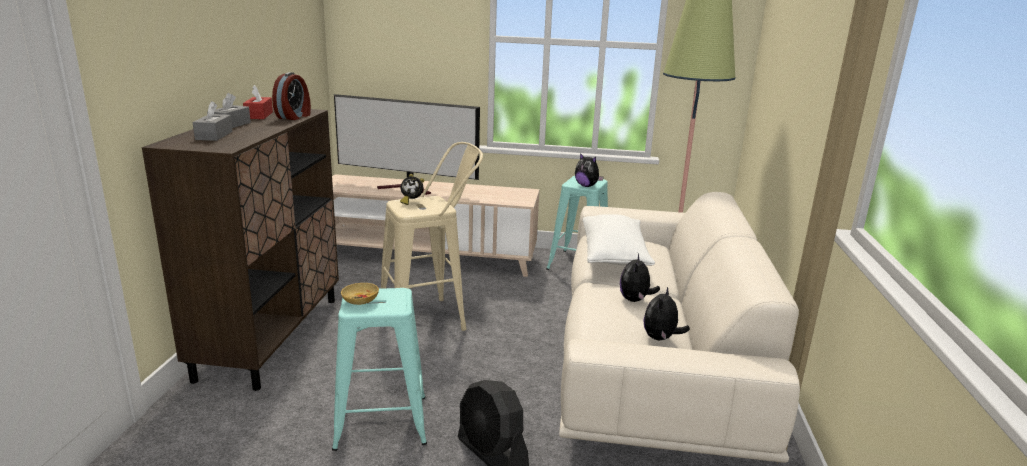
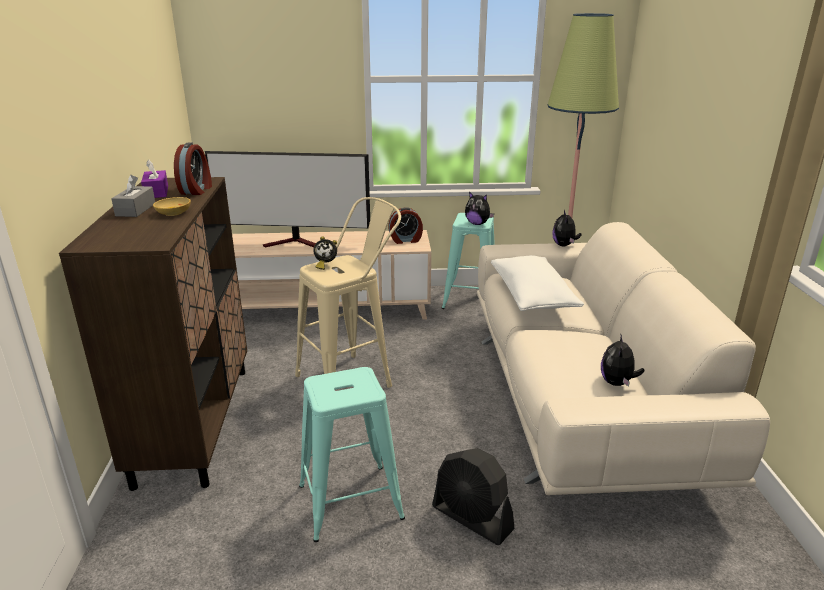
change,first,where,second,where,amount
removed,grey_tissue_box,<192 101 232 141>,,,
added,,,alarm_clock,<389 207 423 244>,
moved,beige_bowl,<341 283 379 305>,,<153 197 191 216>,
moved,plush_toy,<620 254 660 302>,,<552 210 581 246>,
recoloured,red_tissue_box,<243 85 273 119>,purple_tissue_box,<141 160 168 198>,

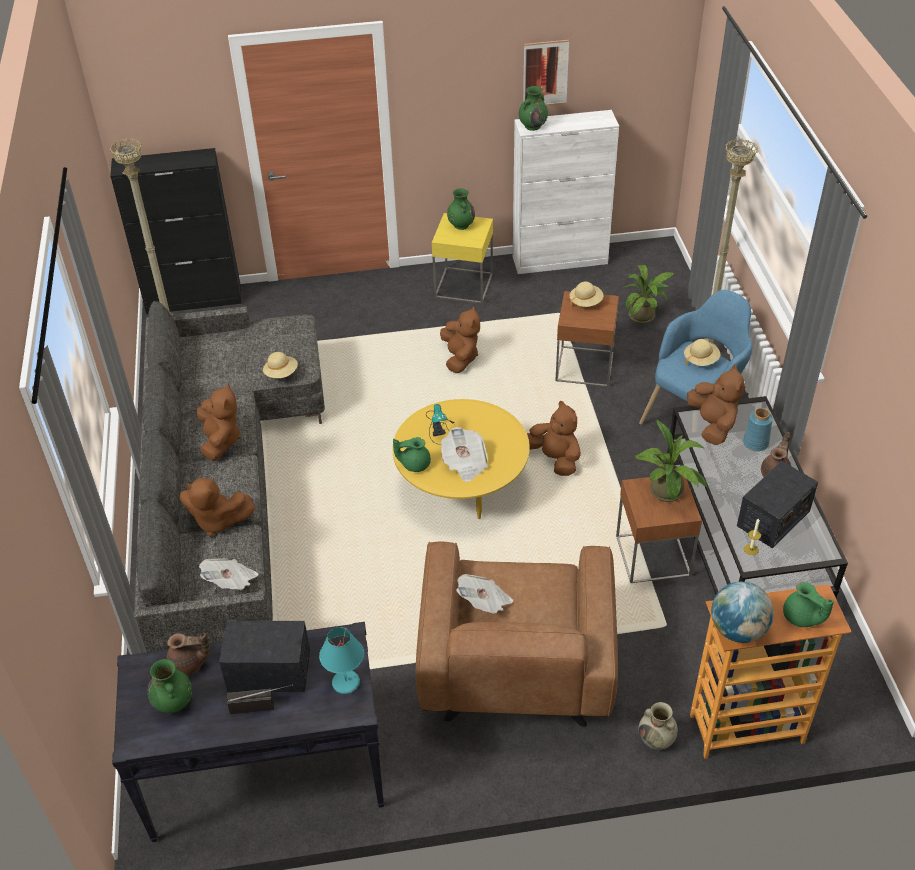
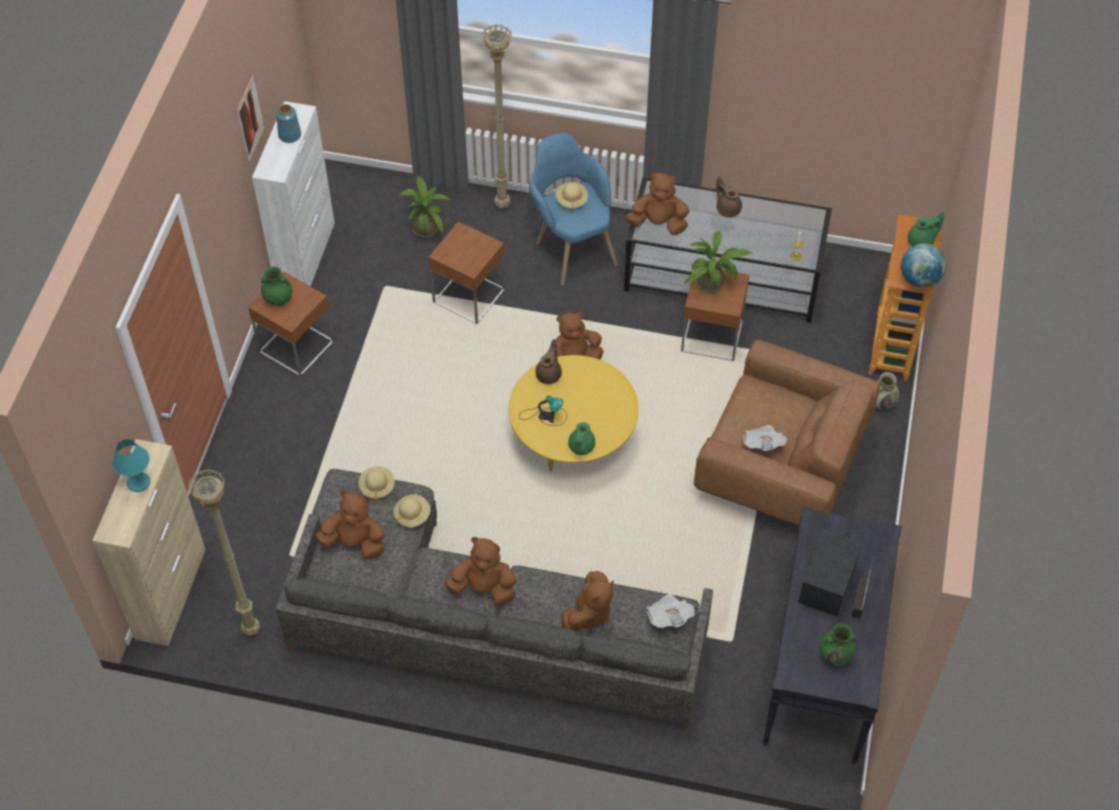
change,first,where,second,where,amount
removed,newspaper,<441 427 488 482>,,,
removed,green_vase,<519 86 548 131>,,,
removed,radio,<737 461 818 549>,,,
moved,brown_teapot,<166 633 210 676>,,<535 339 562 384>,
moved,turquoise_table_lamp,<319 627 364 694>,,<112 439 150 492>,
moved,brown_plush_toy,<440 306 480 373>,,<315 491 385 559>,
moved,beige_hat,<569 282 604 307>,,<359 466 394 503>,
moved,blue_vase,<743 408 773 451>,,<276 104 301 143>,
recoloured,black_cabinet,<110 148 242 314>,beige_cabinet,<92 439 206 646>,
recoloured,yellow_side_table,<432 213 493 304>,brown_side_table,<248 272 334 377>,

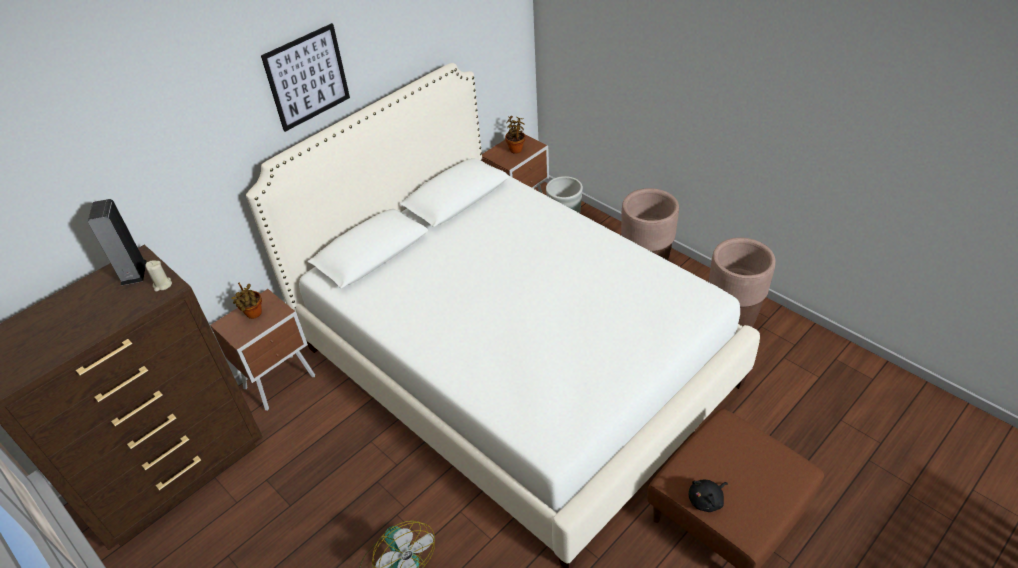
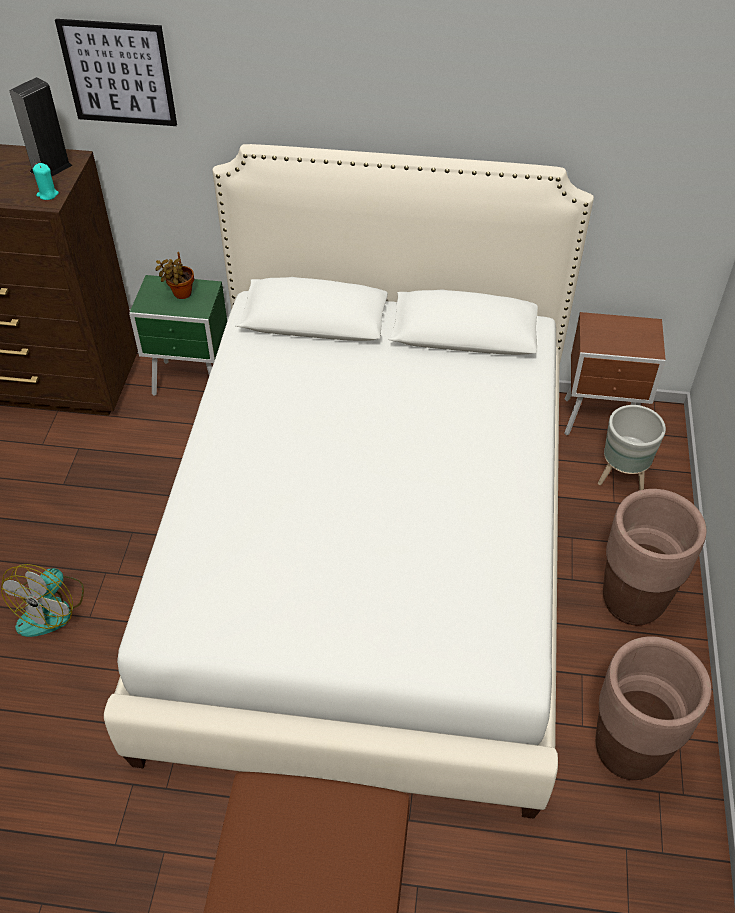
change,first,where,second,where,amount
removed,potted_plant,<505 116 525 154>,,,
removed,black_plush_toy,<689 480 728 512>,,,
moved,picture,<261 23 350 132>,,<55 19 177 126>,
recoloured,beige_candle,<145 260 172 292>,turquoise_candle,<33 163 59 200>,
recoloured,brown_nightstand,<210 289 315 411>,green_nightstand,<129 275 227 396>,

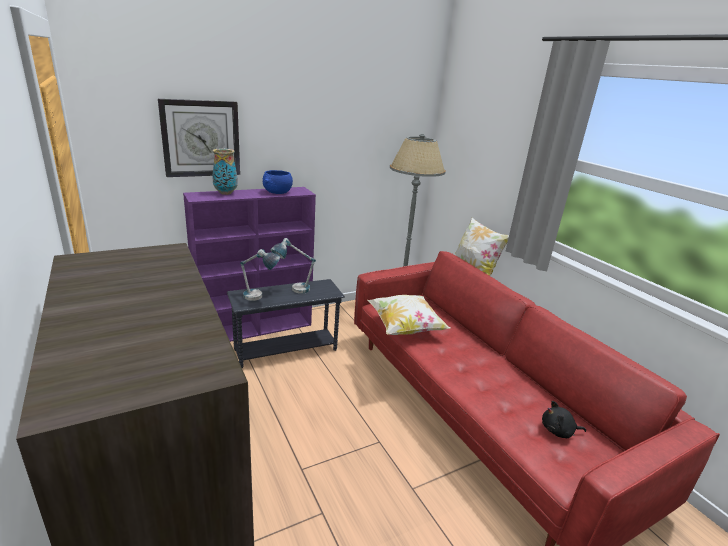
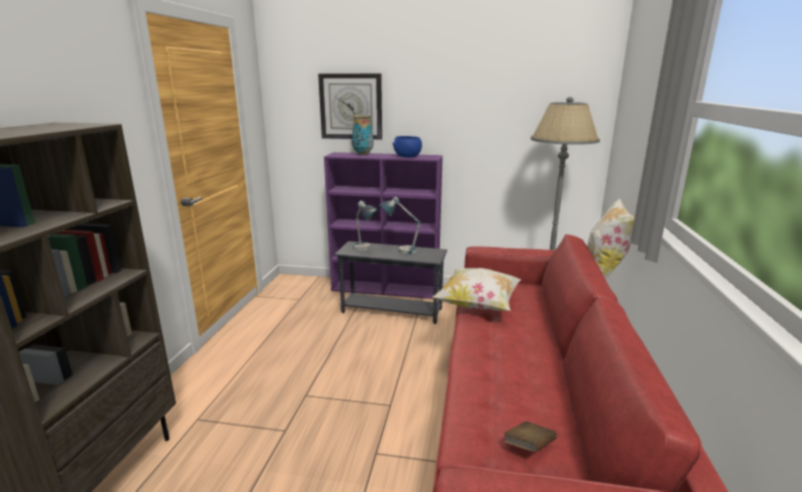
change,first,where,second,where,amount
replaced,black_plush_toy,<542 401 586 438>,brown_book,<504 421 557 452>,

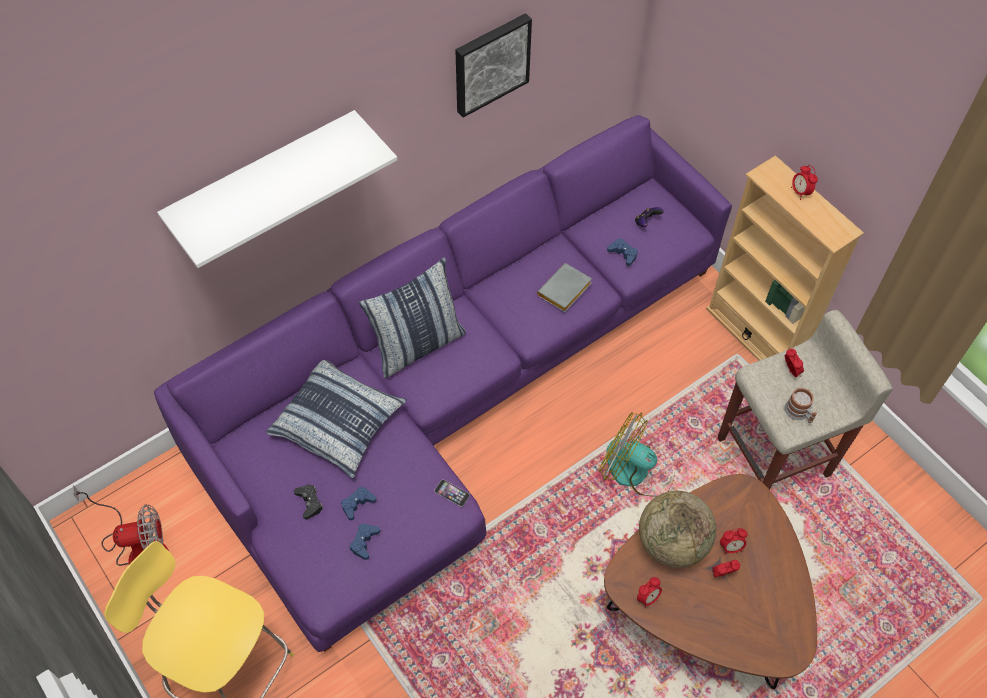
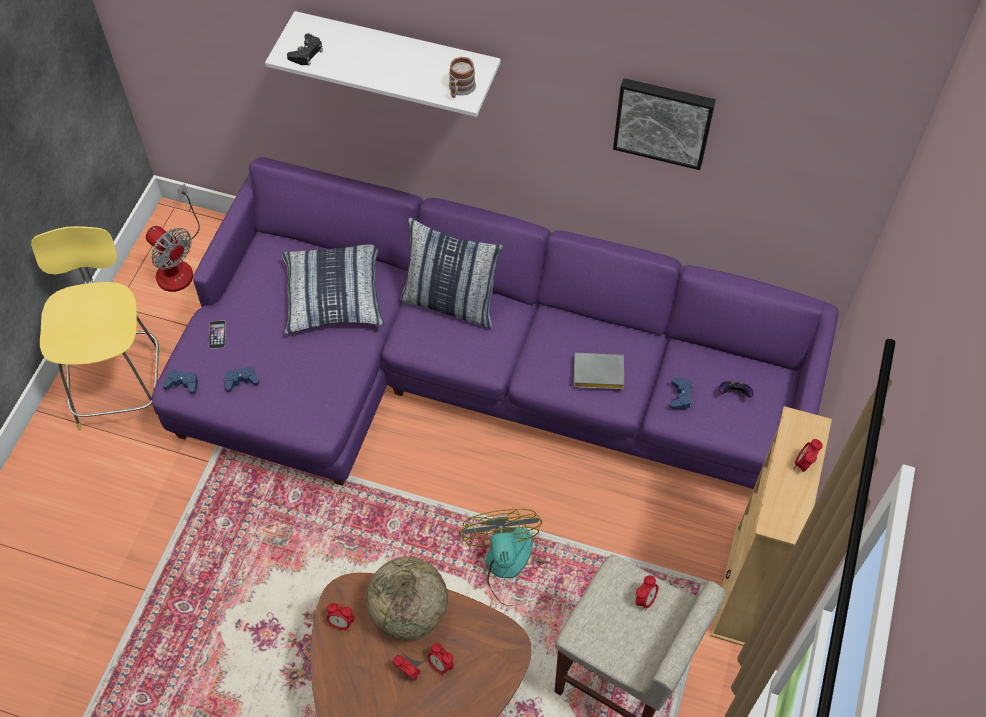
change,first,where,second,where,amount
moved,black_game_controller,<294 485 324 520>,,<287 33 323 66>,
moved,blue_game_controller,<341 486 376 520>,,<163 369 198 394>,
moved,phone,<434 480 470 507>,,<209 320 226 349>,
moved,mug,<785 388 817 423>,,<449 57 476 98>,

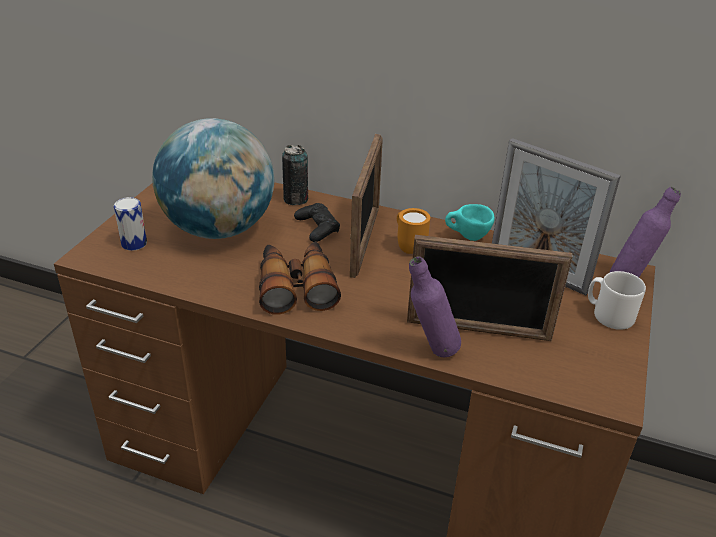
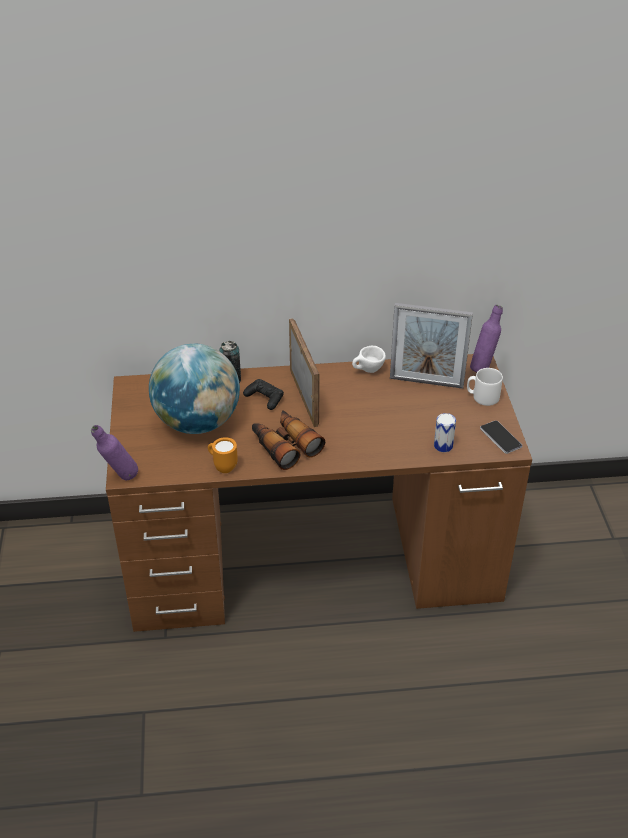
change,first,where,second,where,amount
removed,picture_frame,<407 235 573 341>,,,
added,,,phone,<480 420 522 454>,
moved,can,<114 197 147 251>,,<434 413 456 452>,
moved,orange_mug,<397 208 430 254>,,<208 437 238 473>,
moved,purple_bottle,<409 256 461 357>,,<91 425 138 480>,
recoloured,turquoise_cup,<445 204 495 241>,white_cup,<352 346 386 373>,

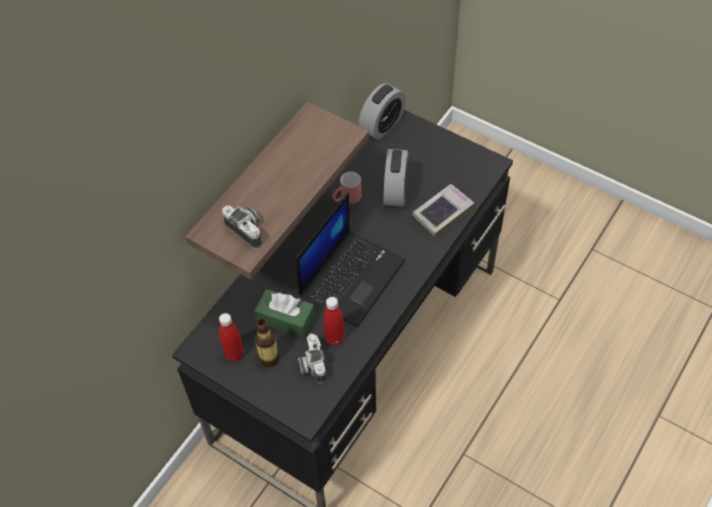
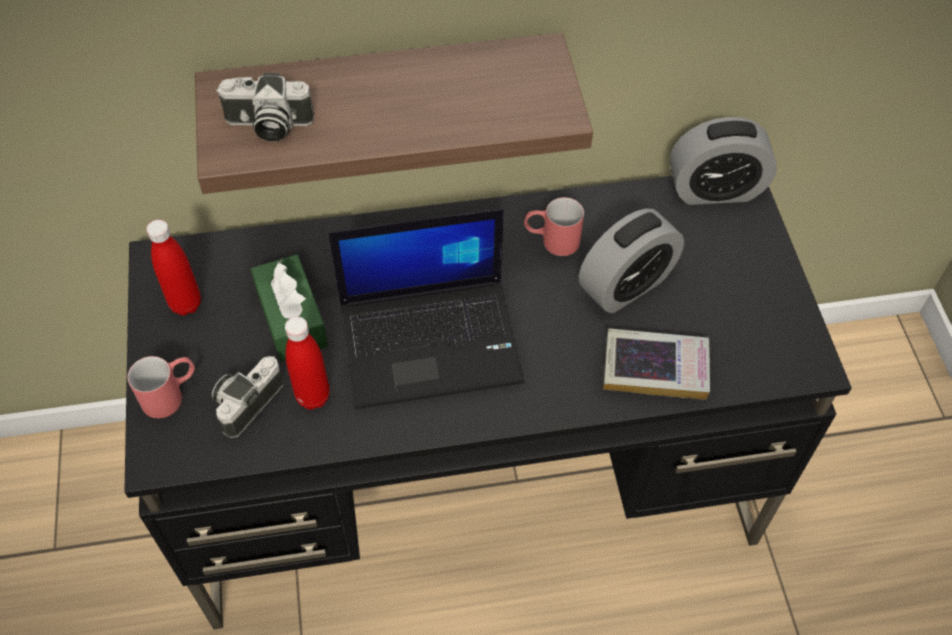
change,first,where,second,where,amount
removed,bottle,<255 318 279 367>,,,
added,,,red_mug,<127 356 195 418>,
turned,photo_camera,<222 206 262 249>,,<216 73 314 141>,90 degrees clockwise

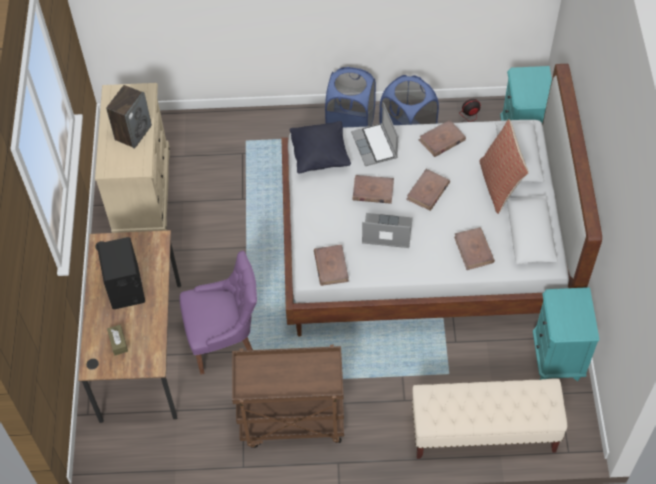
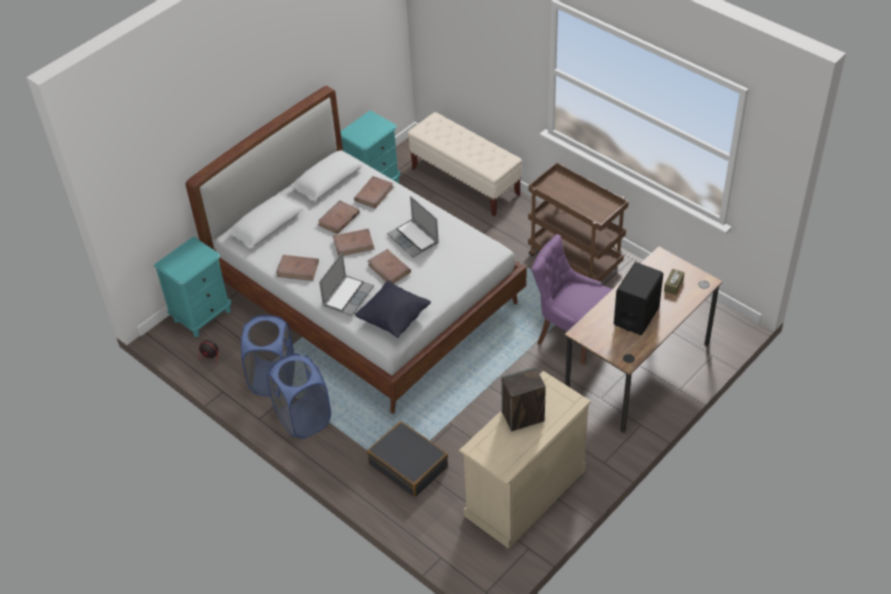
change,first,where,second,where,amount
removed,pillow,<479 119 529 214>,,,
added,,,black_suitcase,<367 421 448 497>,
moved,brown_book,<314 245 349 286>,,<318 200 360 234>,

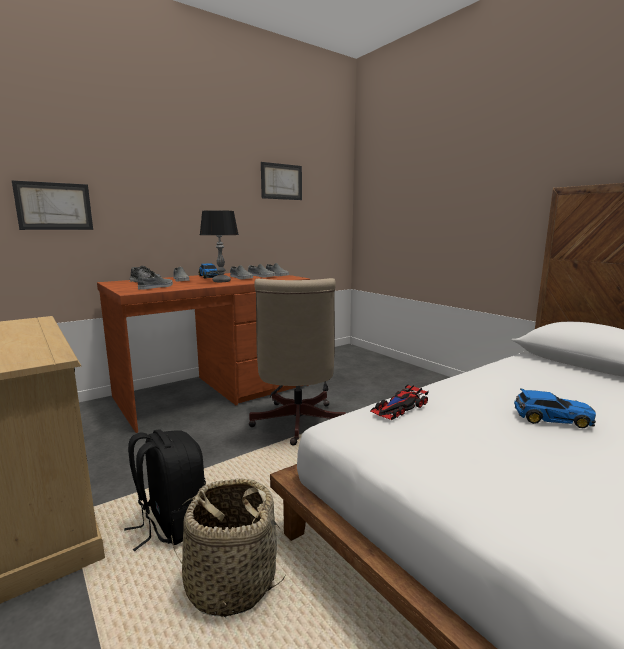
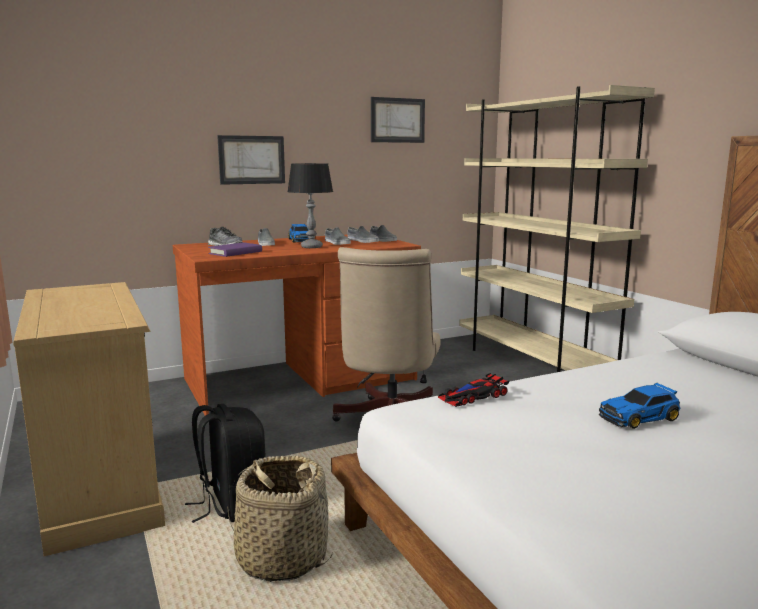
change,first,where,second,where,amount
added,,,beige_bookcase,<459 85 655 372>,
moved,picture,<12 180 93 230>,,<217 135 285 185>,
replaced,grey_shoe,<138 272 173 290>,purple_book,<208 242 262 257>,
turned,toy_car,<514 389 596 428>,,<599 383 680 429>,135 degrees clockwise

